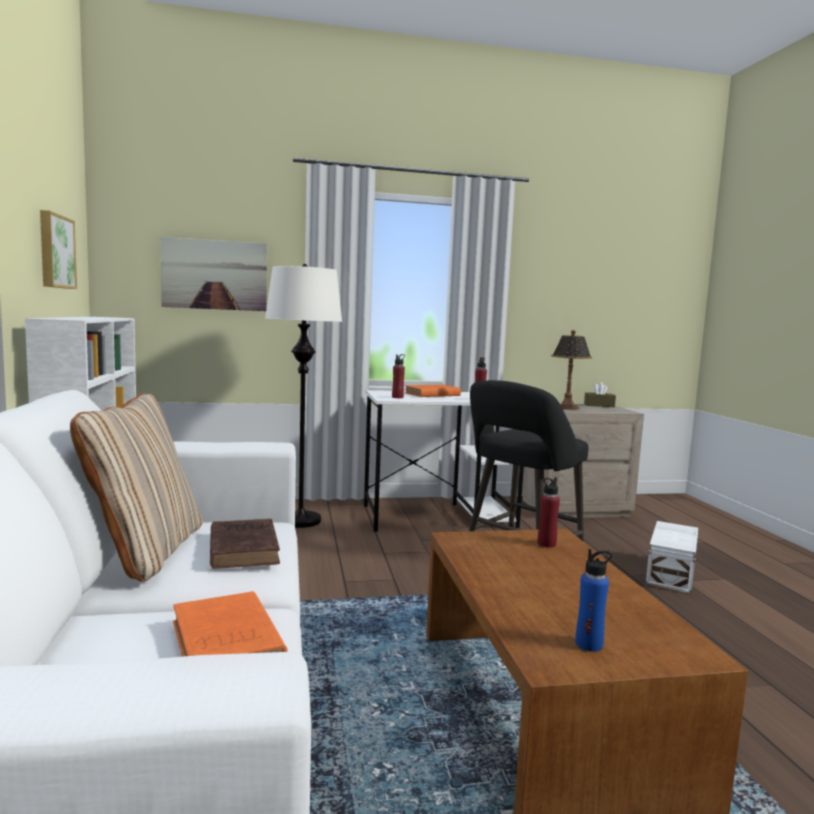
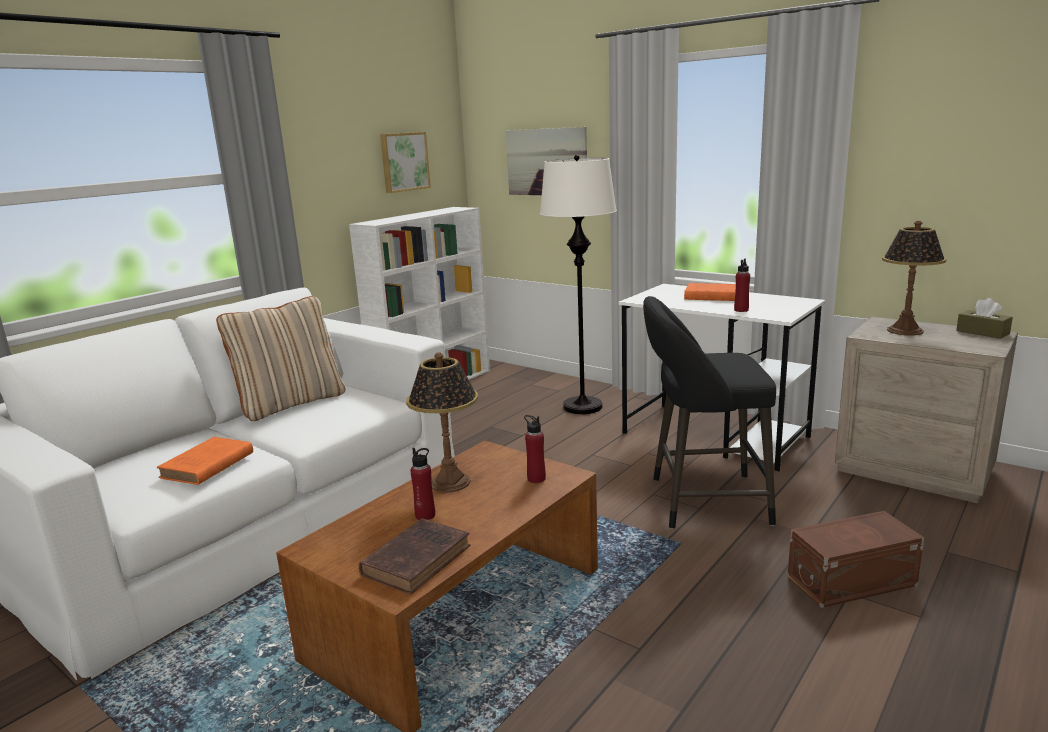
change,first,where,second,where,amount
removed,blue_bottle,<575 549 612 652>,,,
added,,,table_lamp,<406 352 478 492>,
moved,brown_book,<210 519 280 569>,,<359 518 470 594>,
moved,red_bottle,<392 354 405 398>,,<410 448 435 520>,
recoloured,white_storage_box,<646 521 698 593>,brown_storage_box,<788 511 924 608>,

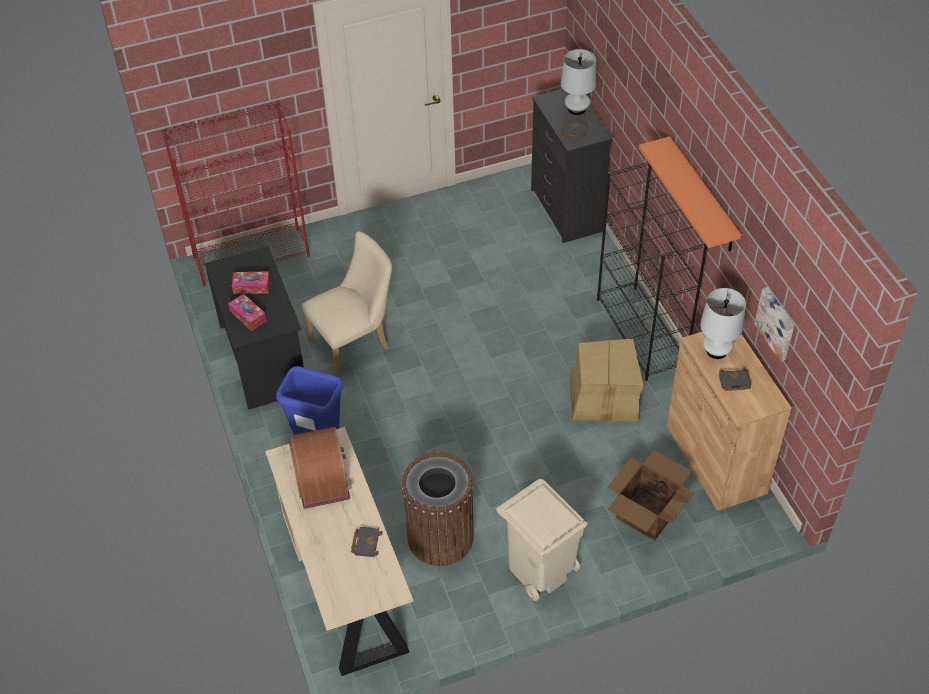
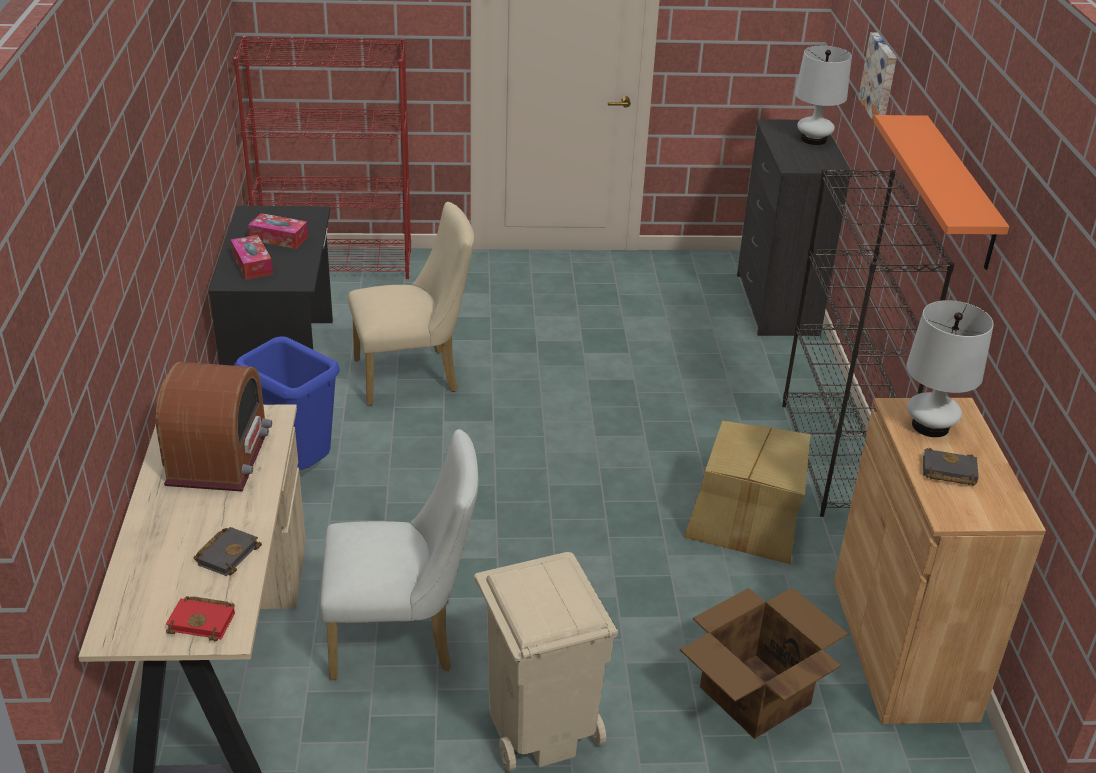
change,first,where,second,where,amount
removed,black_book,<561 120 588 138>,,,
added,,,red_book,<166 596 235 641>,
moved,picture,<754 287 794 362>,,<858 32 897 126>,
replaced,brown_trash_can,<402 452 474 566>,white_chair,<320 429 478 680>,

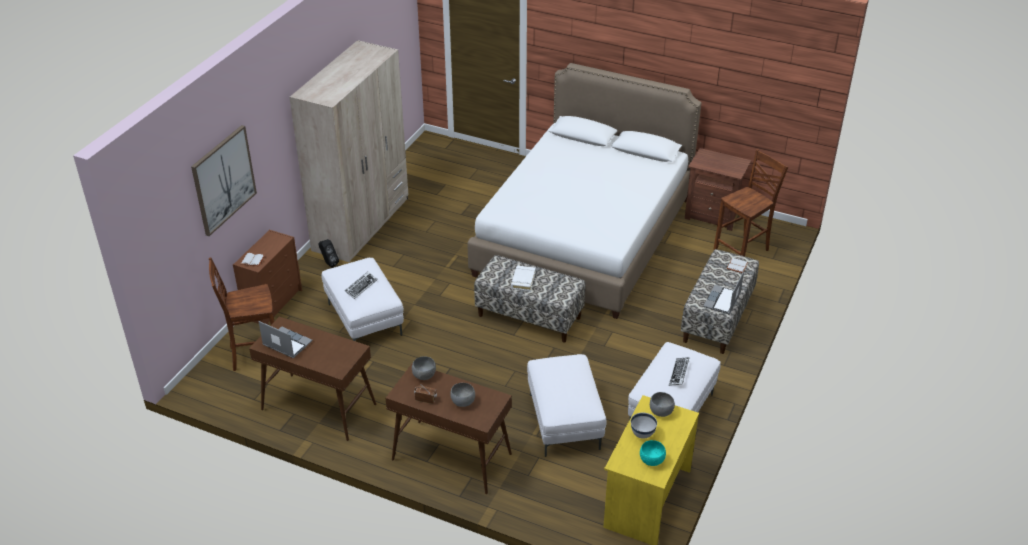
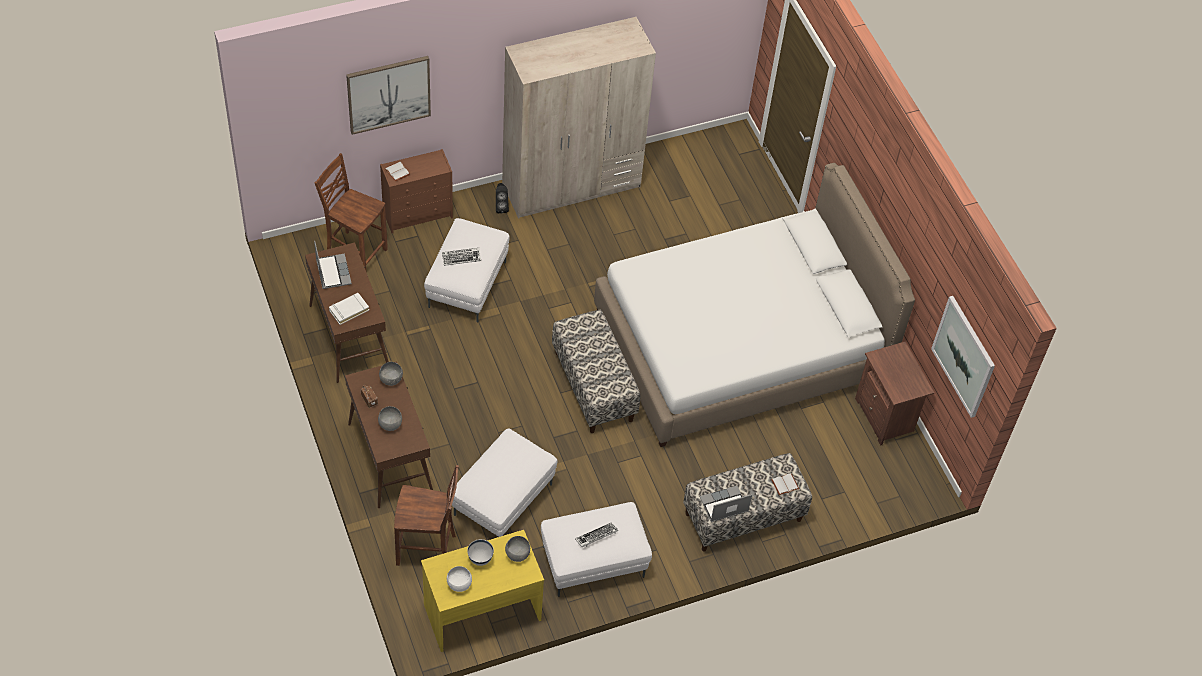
change,first,where,second,where,amount
added,,,picture,<931 296 995 418>,
moved,white_book,<511 266 536 291>,,<329 293 369 325>,
moved,brown_chair,<714 149 788 256>,,<394 465 459 566>,
recoloured,turquoise_bowl,<640 440 666 466>,white_bowl,<447 566 472 592>,

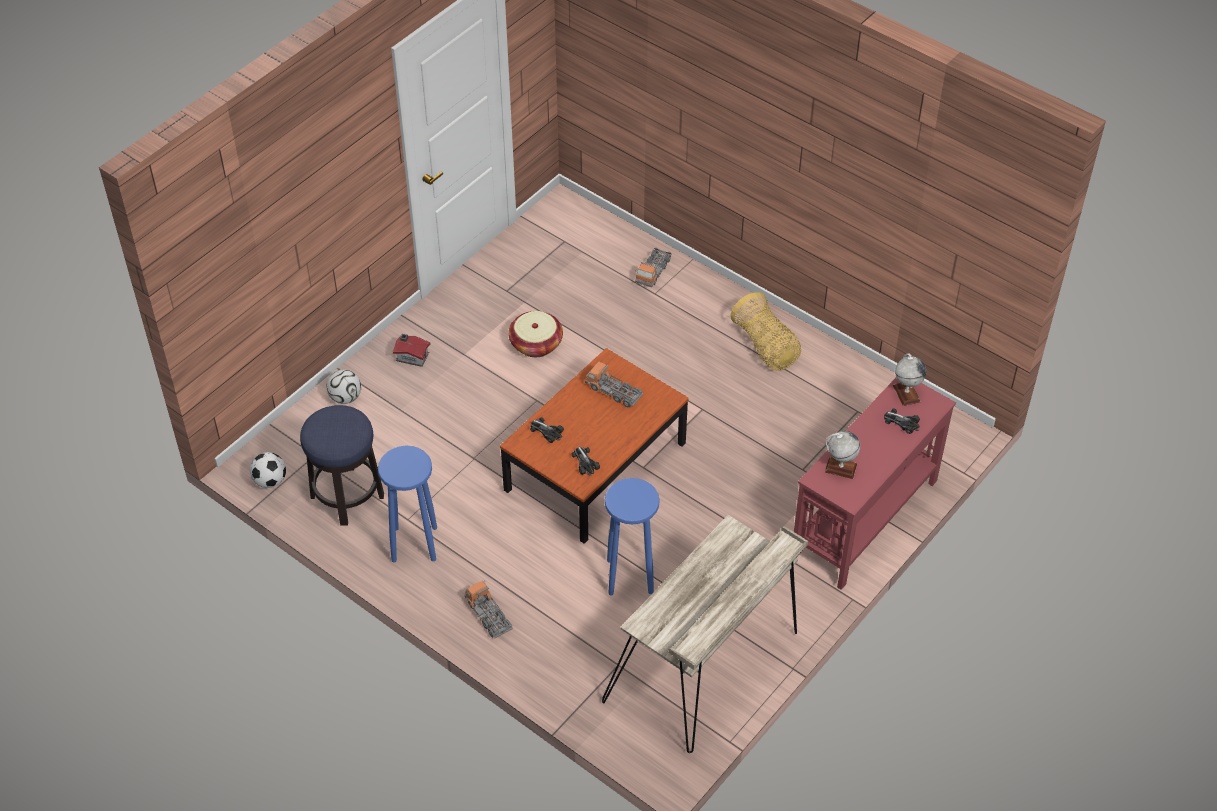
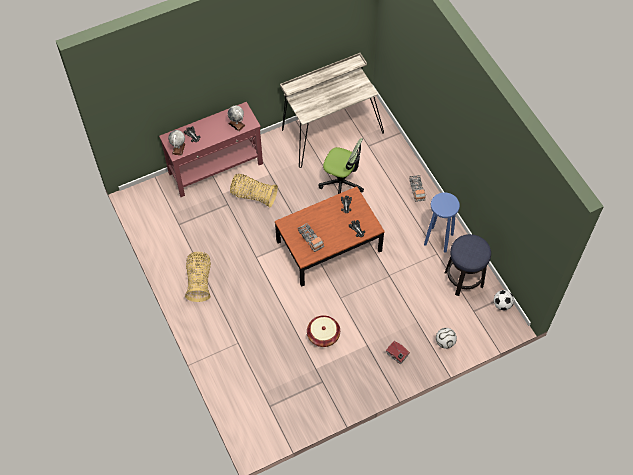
change,first,where,second,where,amount
removed,toy_truck,<635 247 672 287>,,,
added,,,basket,<230 174 278 207>,
replaced,blue_stool,<605 478 660 595>,office_chair,<319 138 364 194>,

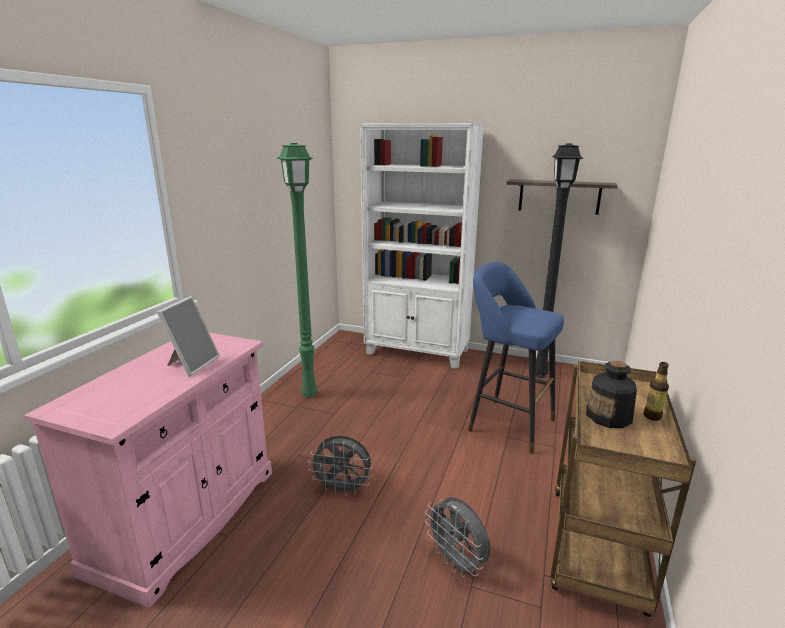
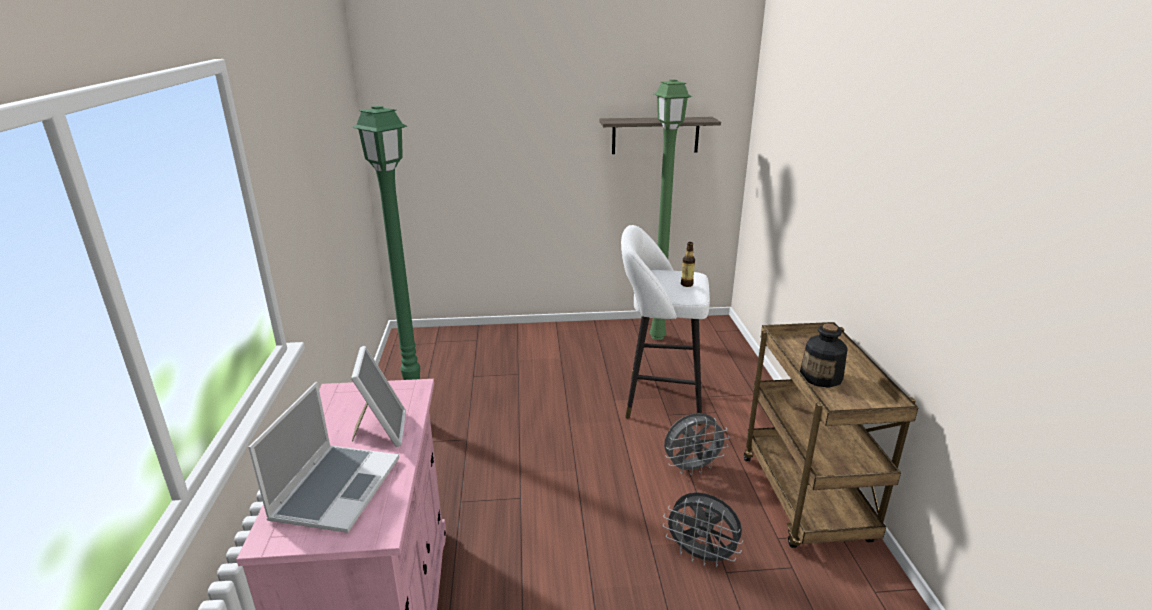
change,first,where,second,where,amount
removed,white_bookcase,<360 123 484 369>,,,
added,,,laptop,<248 382 399 533>,
moved,grey_fan,<308 436 372 496>,,<664 413 730 475>,
moved,bottle,<643 362 669 421>,,<681 242 695 287>,
recoloured,blue_stool,<468 262 564 454>,white_stool,<621 225 710 426>,
recoloured,black_floor_lamp,<536 143 583 378>,green_floor_lamp,<649 79 692 340>,

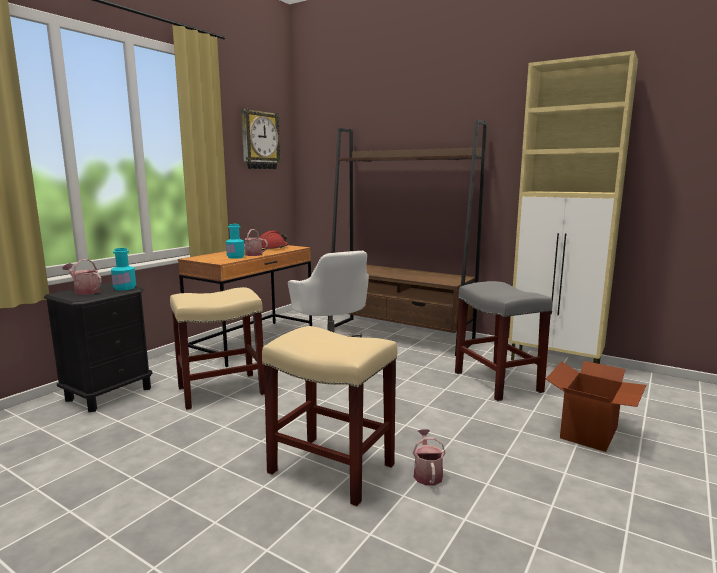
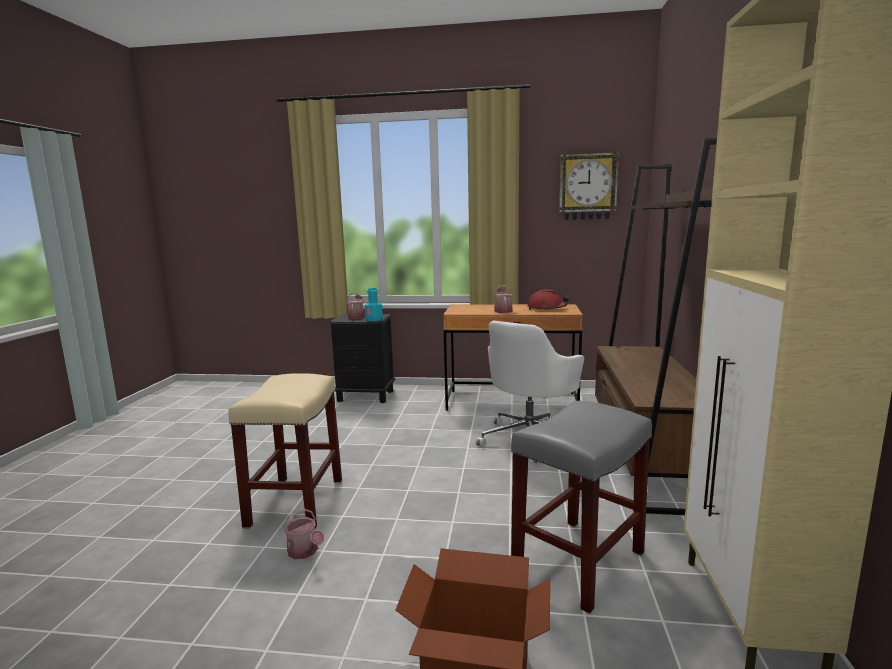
change,first,where,second,where,amount
removed,beige_stool,<170 287 265 410>,,,
removed,turquoise_bottle,<226 224 245 259>,,,
turned,watering_can,<413 429 446 485>,,<284 508 324 559>,75 degrees clockwise

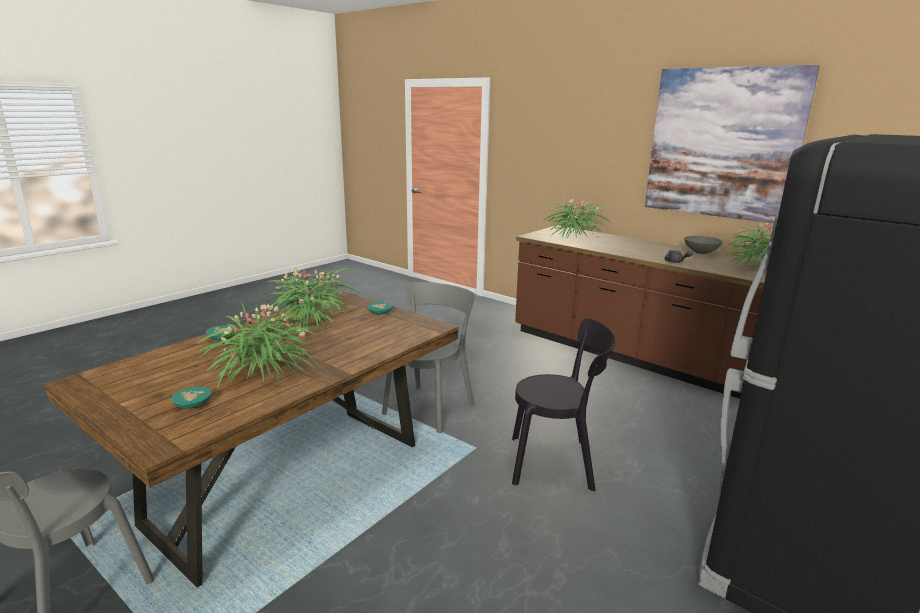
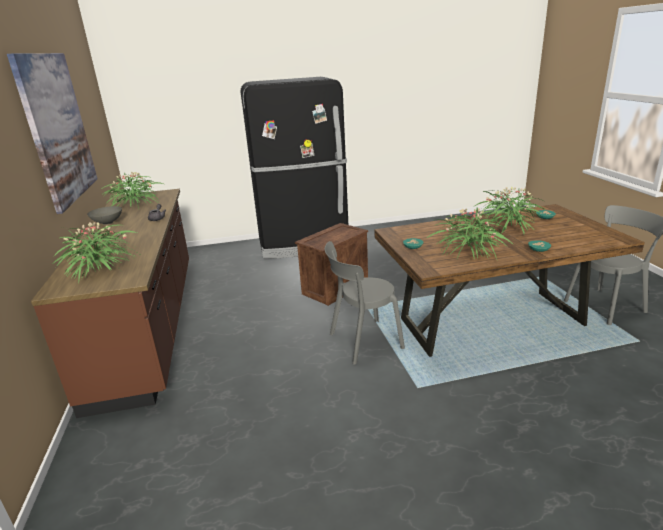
change,first,where,second,where,amount
replaced,black_chair,<512 318 616 491>,crate,<295 223 368 306>,

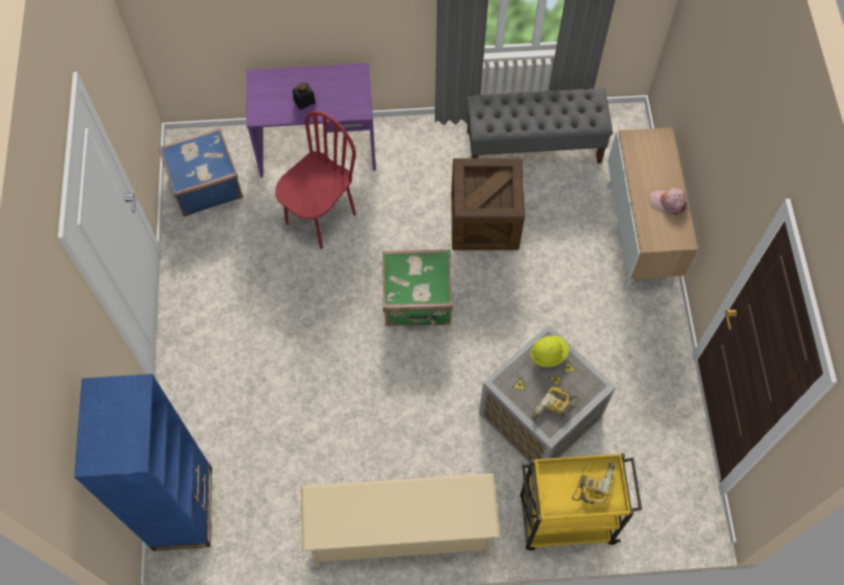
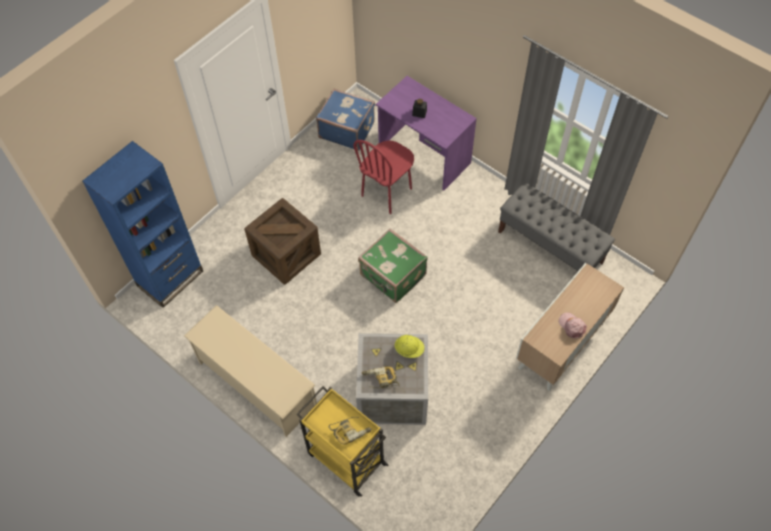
change,first,where,second,where,amount
moved,crate,<451 158 525 250>,,<244 198 321 285>,
turned,red_chair,<275 111 356 249>,,<353 140 414 214>,135 degrees clockwise

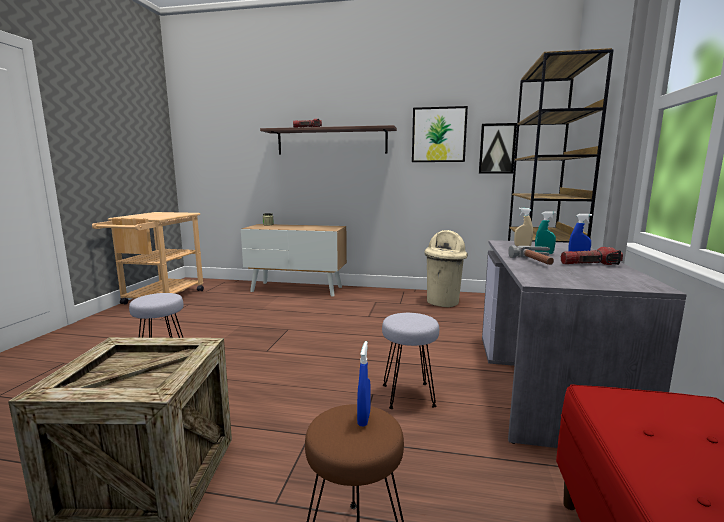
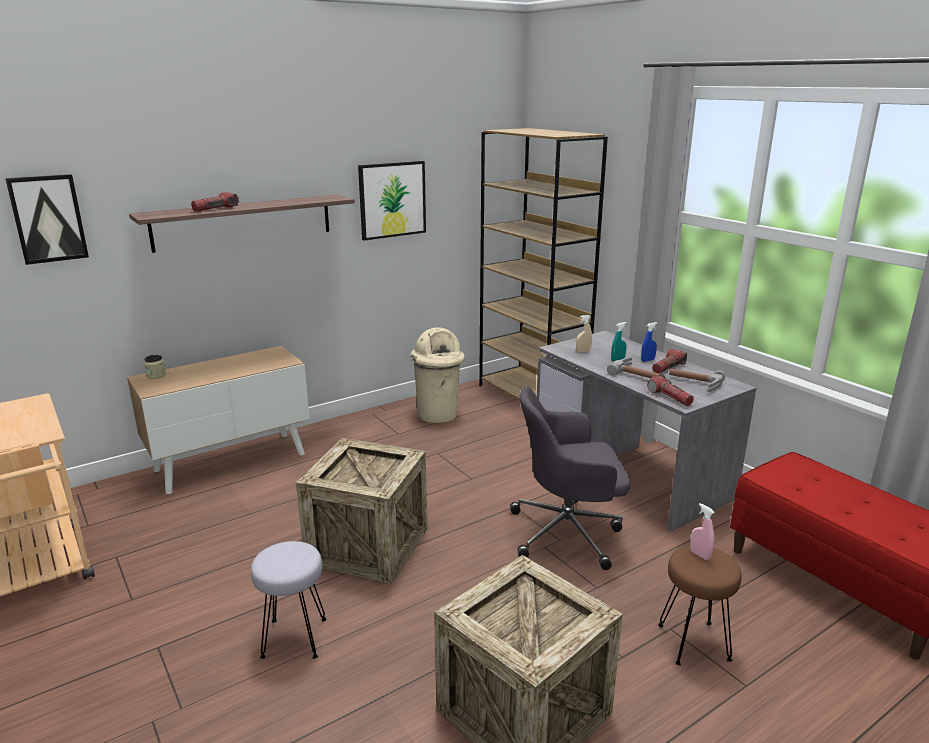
change,first,where,second,where,amount
added,,,crate,<296 438 428 584>,
added,,,flashlight,<647 375 694 406>,
added,,,hammer,<669 369 725 392>,
moved,picture,<479 123 517 174>,,<5 174 89 265>,
replaced,grey_stool,<382 313 439 409>,grey_office_chair,<510 386 630 570>,
recoloured,blue_spray_bottle,<357 341 371 427>,pink_spray_bottle,<690 503 715 560>,

